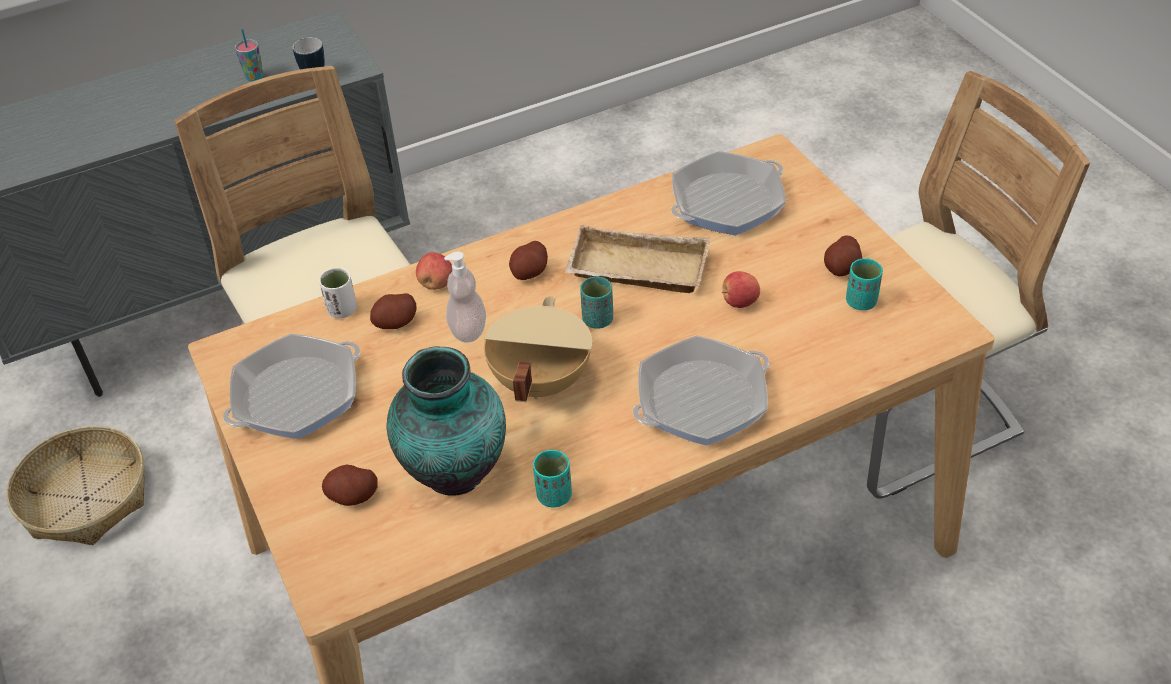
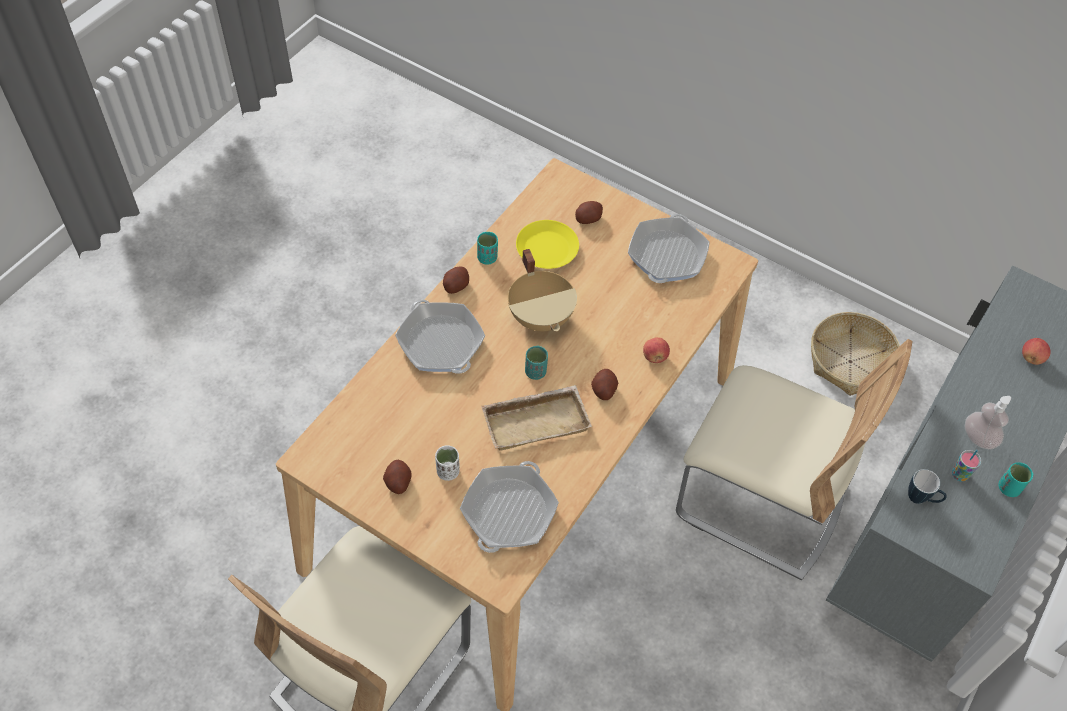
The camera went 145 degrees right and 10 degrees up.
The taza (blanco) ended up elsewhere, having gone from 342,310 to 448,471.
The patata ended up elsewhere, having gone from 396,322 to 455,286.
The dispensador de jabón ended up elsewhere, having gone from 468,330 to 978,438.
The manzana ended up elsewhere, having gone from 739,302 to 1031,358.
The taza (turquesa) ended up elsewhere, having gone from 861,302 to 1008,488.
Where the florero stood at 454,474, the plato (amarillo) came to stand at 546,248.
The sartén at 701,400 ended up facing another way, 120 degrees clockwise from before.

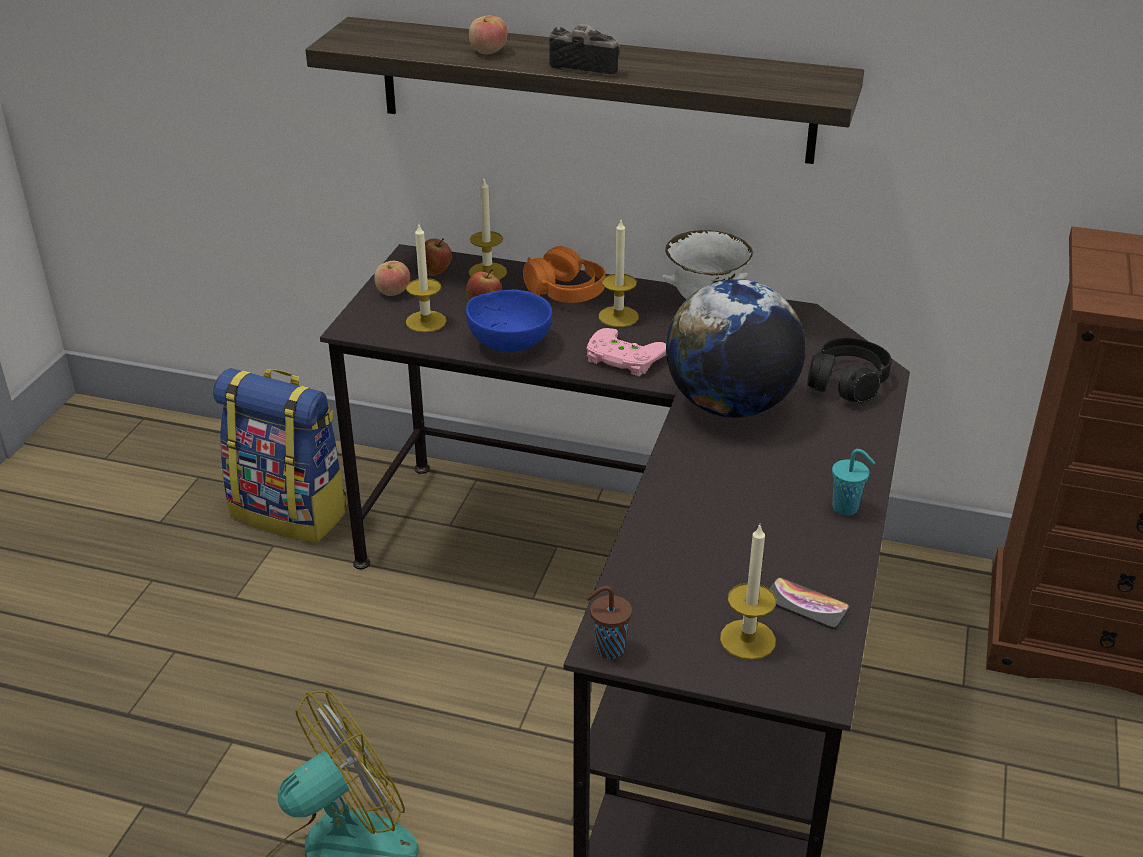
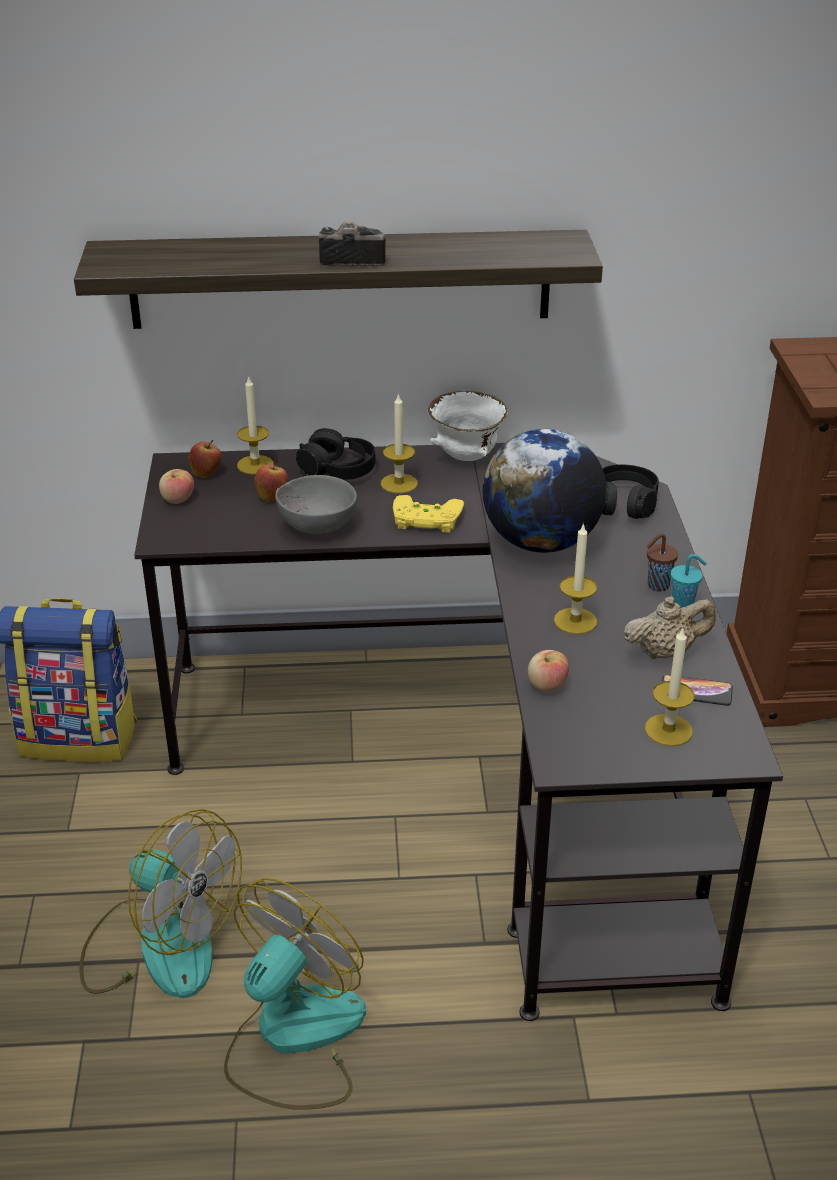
The camera went 20 degrees left and 0 degrees up.
The second view gained the ventilador at 160,945.
The second view gained the tetera (beis) at 665,652.
The vela ended up elsewhere, having gone from 426,321 to 575,621.
The manzana ended up elsewhere, having gone from 488,52 to 547,685.
The taza (marrón) ended up elsewhere, having gone from 608,649 to 656,586.
What was the cuenco (azul) at 508,342 turned into the cuenco (gris) at 315,525.
What was the auriculares (naranja) at 566,291 turned into the auriculares (negro) at 338,469.
What was the mando de consola (rosa) at 622,359 turned into the mando de consola (amarillo) at 425,520.

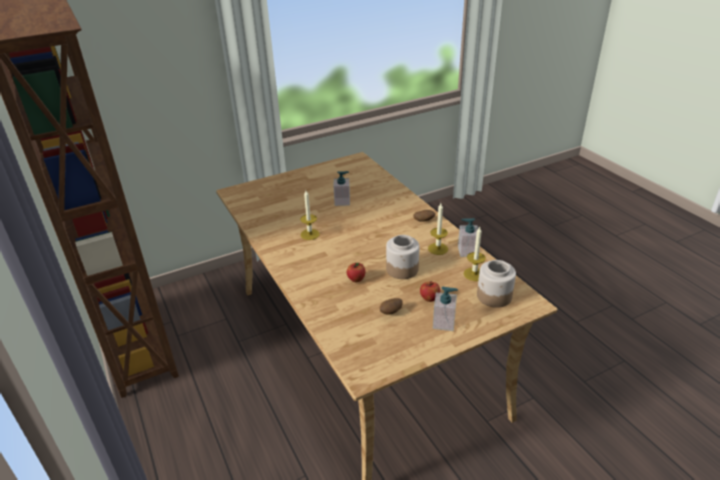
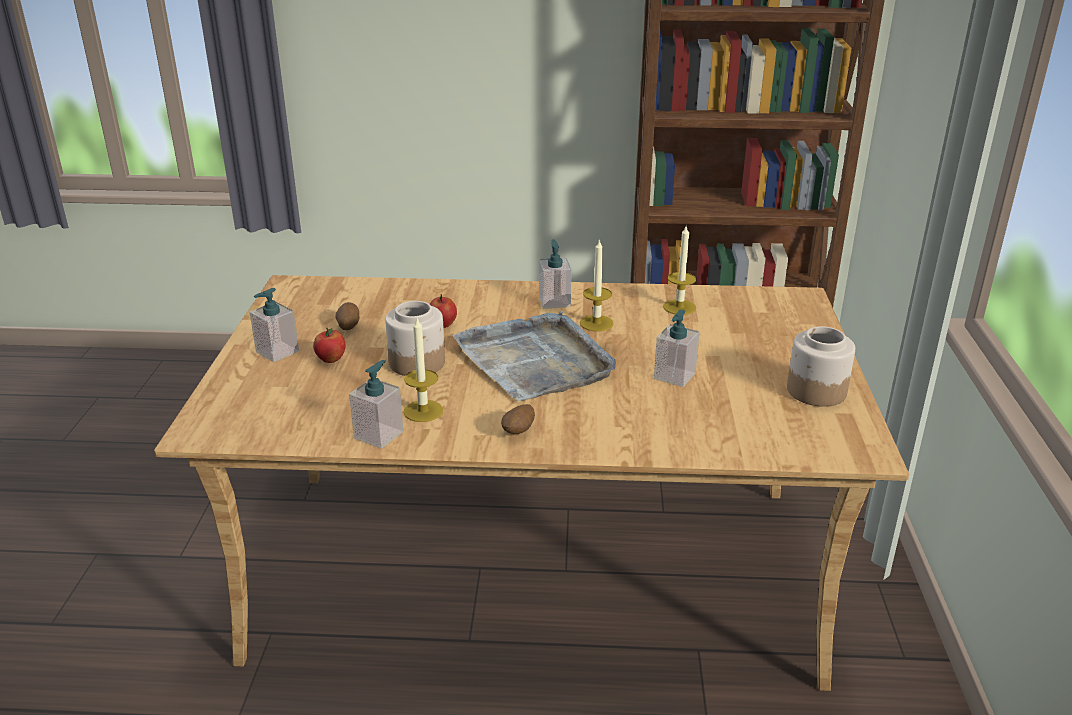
The camera went 120 degrees right and 5 degrees down.
The second view gained the bandeja (gris) at 536,360.
The second view gained the dispensador de jabón at 554,301.
The vela ended up elsewhere, having gone from 474,274 to 679,307.
The tarro ended up elsewhere, having gone from 494,296 to 815,391.

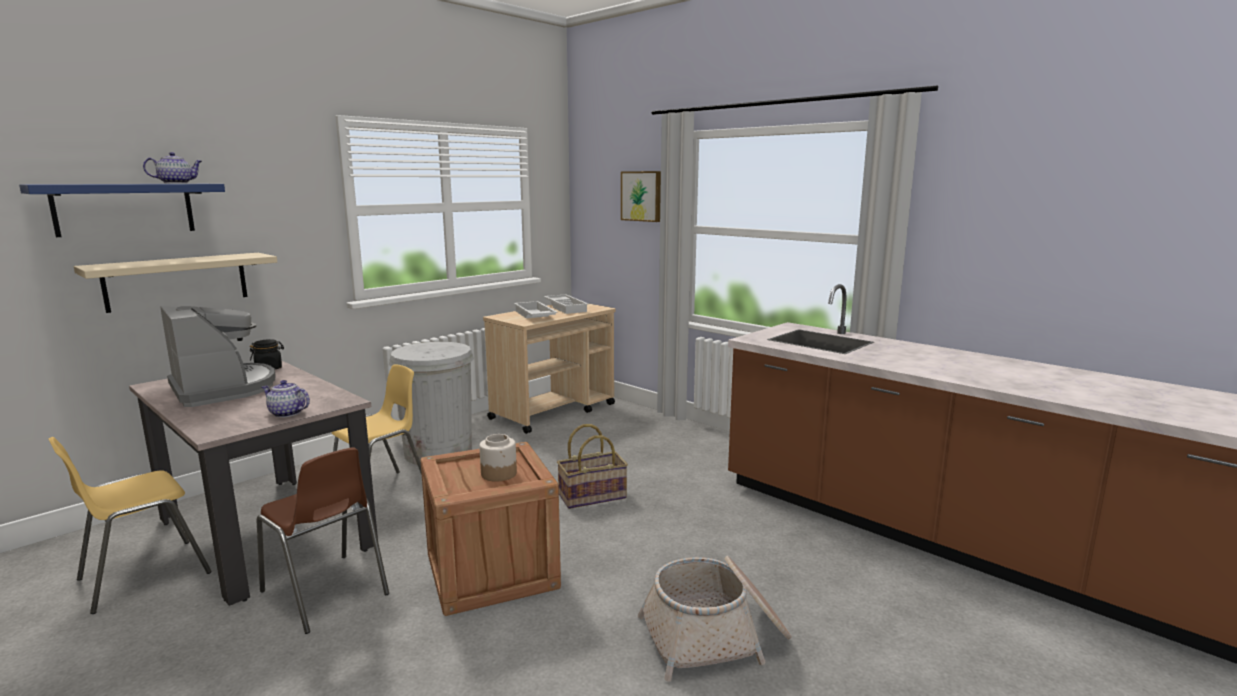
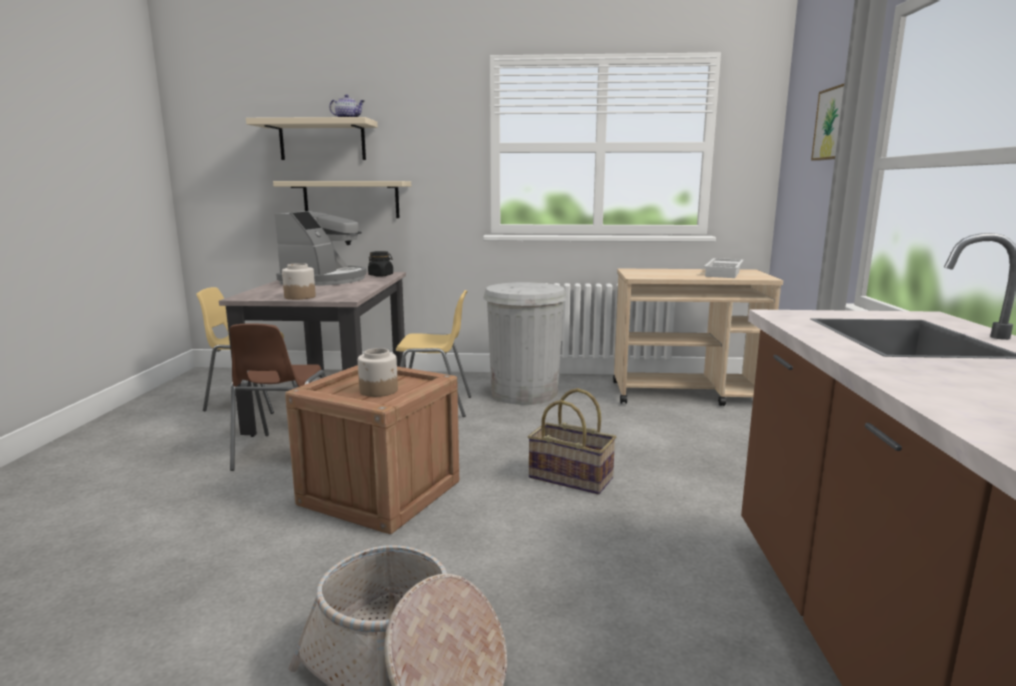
The camera went 50 degrees right and 0 degrees up.
The second view lost the bandeja (blanco) at 534,315.
Where the tetera stood at 286,413, the tarro came to stand at 299,297.
What was the estante (azul) at 124,209 turned into the estante (beis) at 322,141.

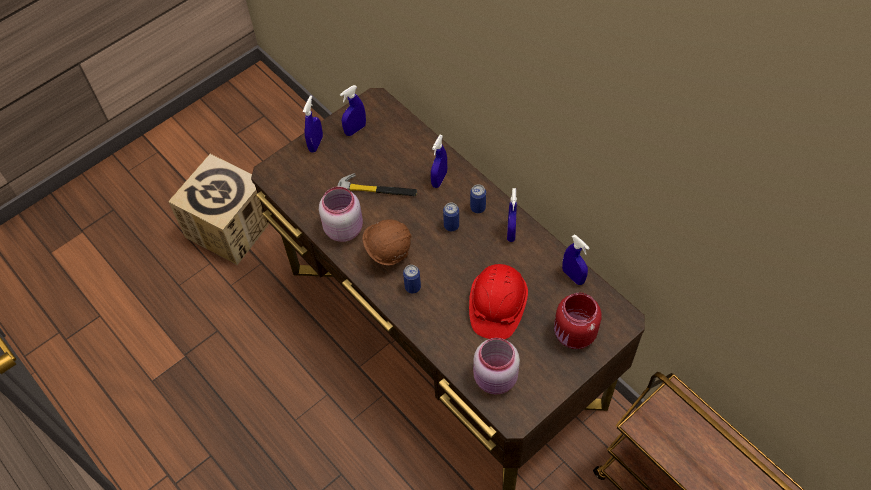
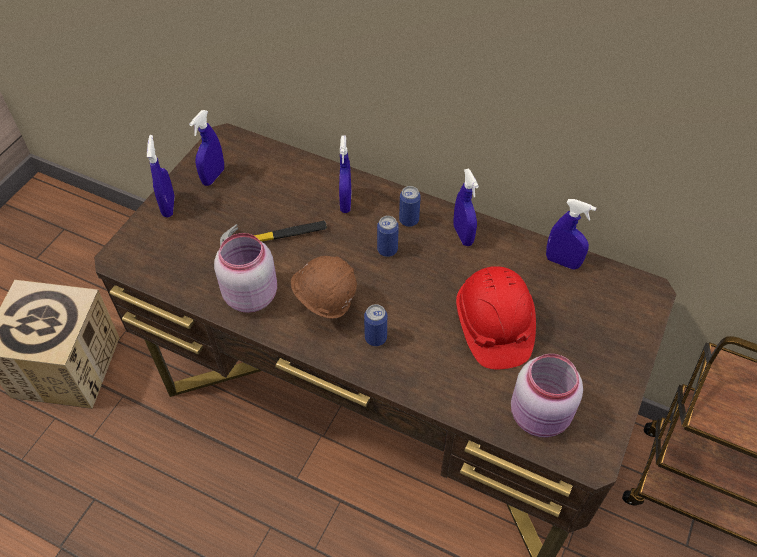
The camera went 25 degrees left and 5 degrees down.
The second view lost the tarro (rojo) at 574,335.

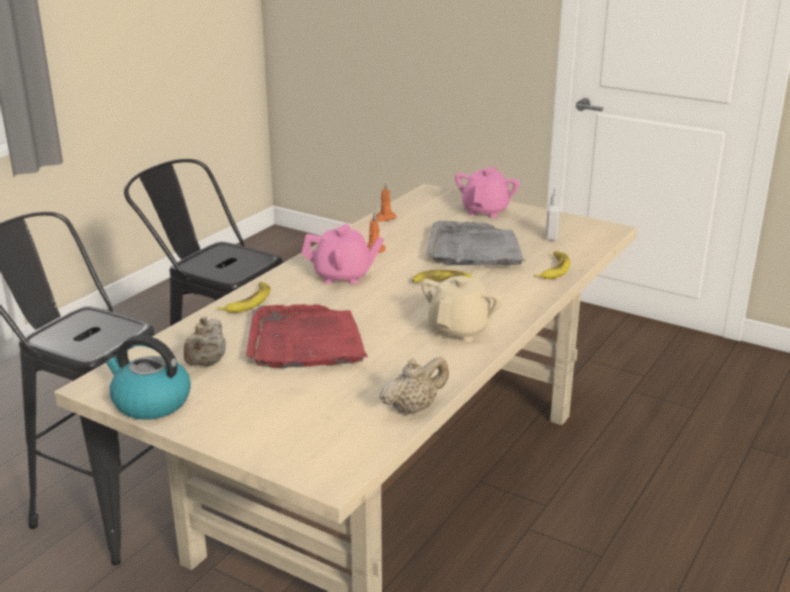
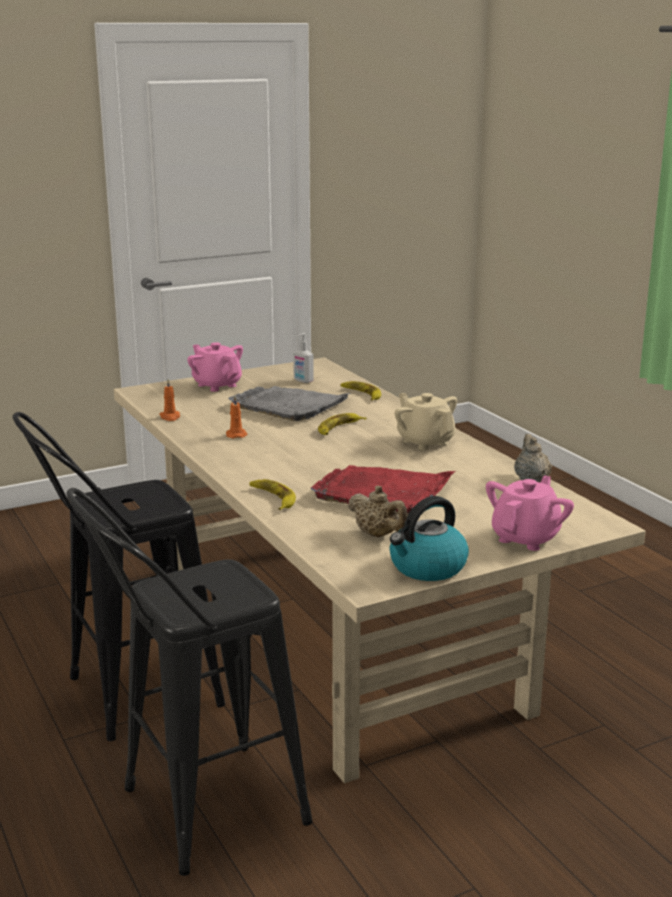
The camera went 60 degrees left and 5 degrees down.
The tetera (rosa) ended up elsewhere, having gone from 343,276 to 526,538.

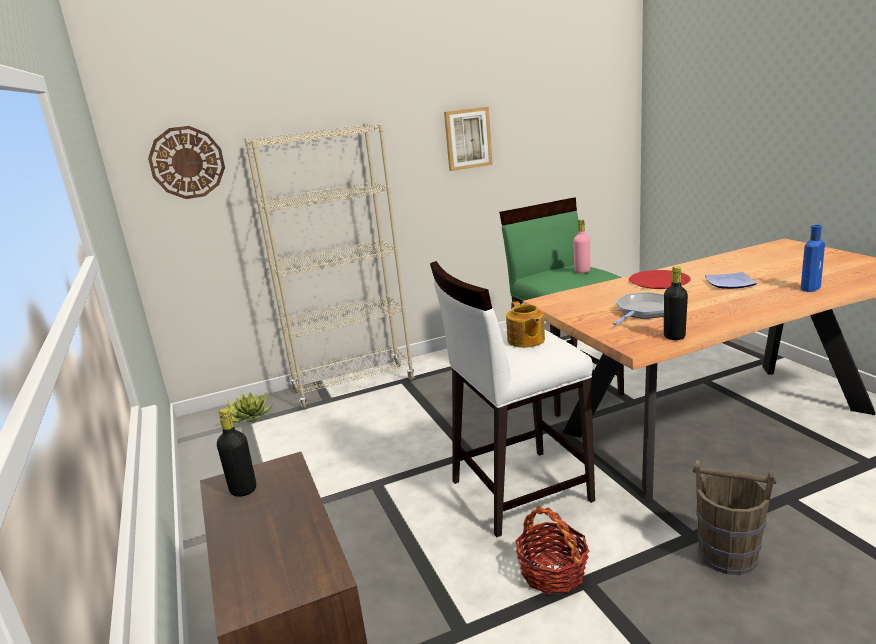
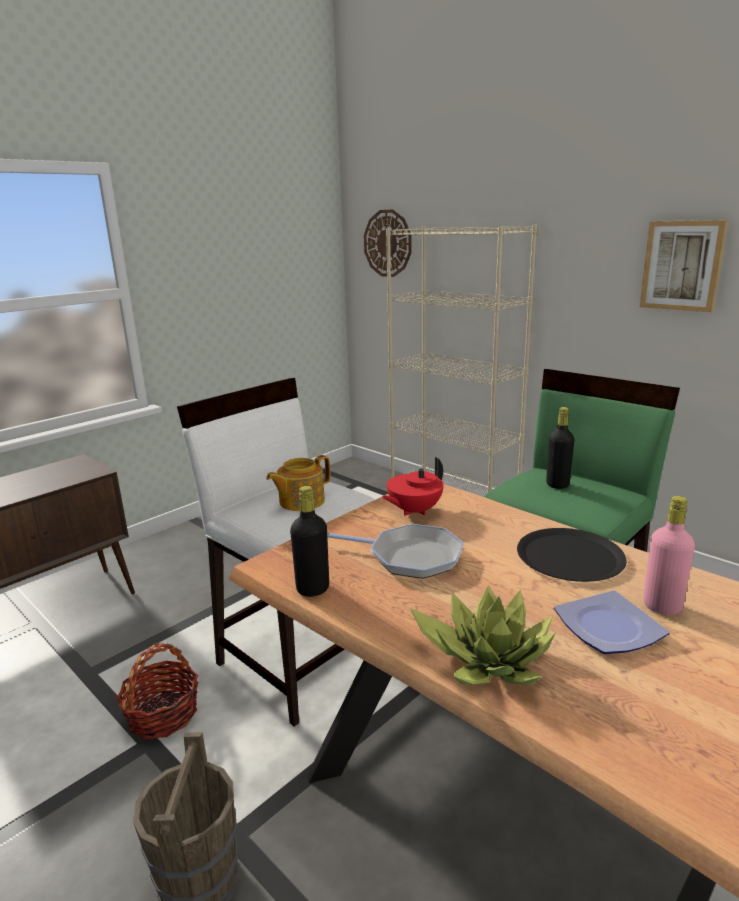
The camera went 65 degrees right and 0 degrees up.
The second view lost the botella (azul) at 811,288.
The second view gained the tetera (rojo) at 414,511.
The botella (negro) ended up elsewhere, having gone from 243,490 to 557,484.
The planta en maceta ended up elsewhere, having gone from 247,417 to 486,658.
The botella (rosa) ended up elsewhere, having gone from 582,271 to 662,606.
What was the plato (rojo) at 659,281 turned into the plato (negro) at 570,556.

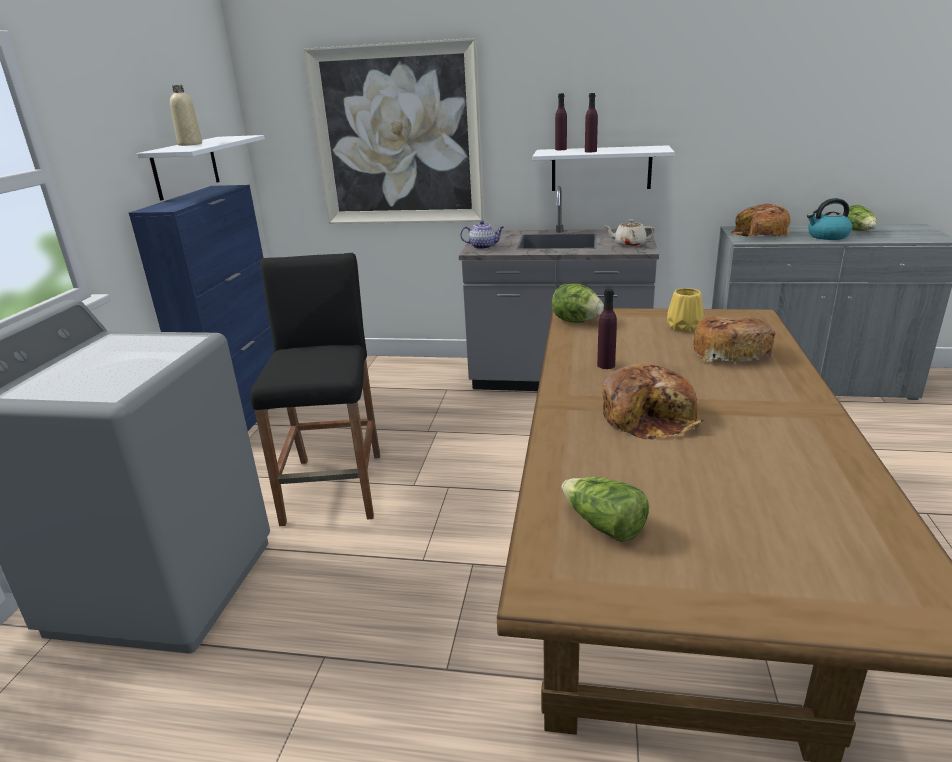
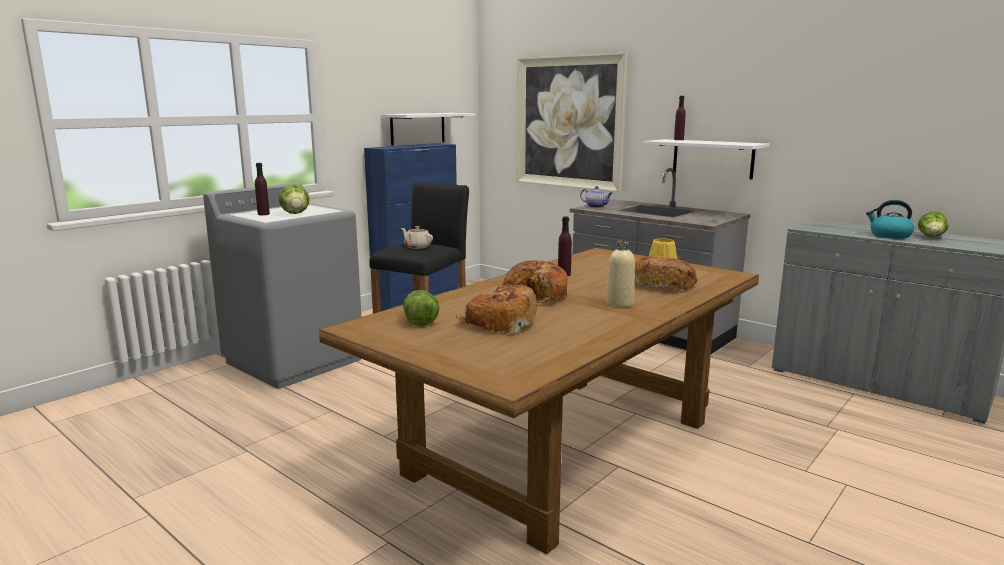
The camera went 30 degrees right and 10 degrees down.
The botella (beis) ended up elsewhere, having gone from 190,144 to 619,303.
The lechuga ended up elsewhere, having gone from 576,321 to 295,214.
The botella (morado) ended up elsewhere, having gone from 590,151 to 263,214.
The tetera (beis) ended up elsewhere, having gone from 629,244 to 417,247.
The pan ended up elsewhere, having gone from 758,233 to 499,322.

